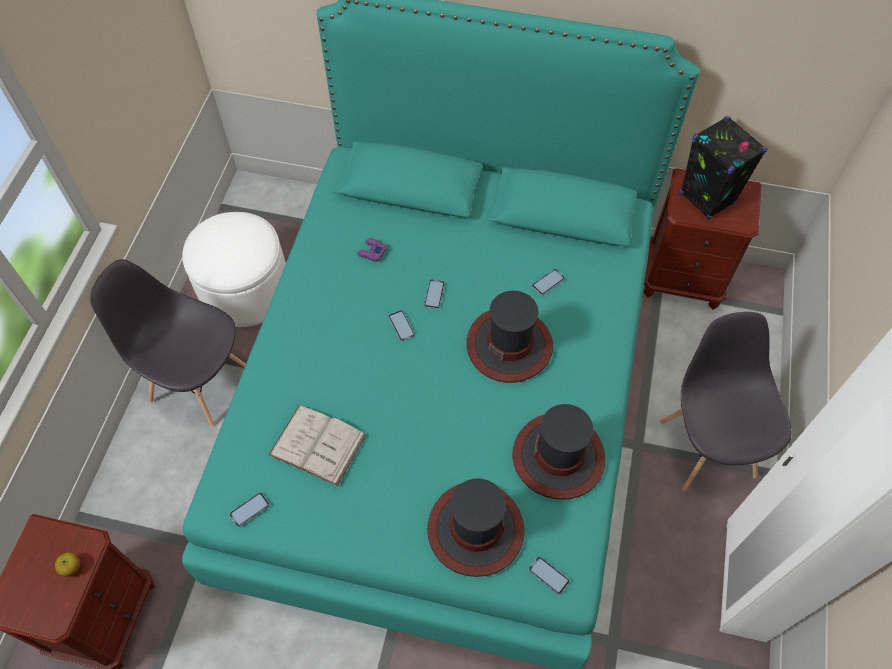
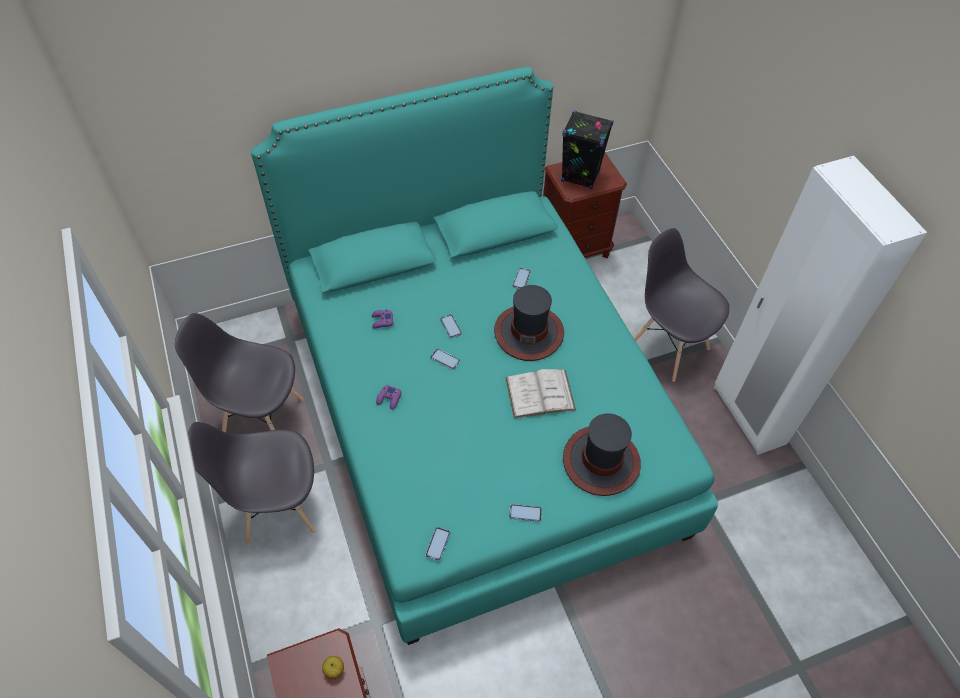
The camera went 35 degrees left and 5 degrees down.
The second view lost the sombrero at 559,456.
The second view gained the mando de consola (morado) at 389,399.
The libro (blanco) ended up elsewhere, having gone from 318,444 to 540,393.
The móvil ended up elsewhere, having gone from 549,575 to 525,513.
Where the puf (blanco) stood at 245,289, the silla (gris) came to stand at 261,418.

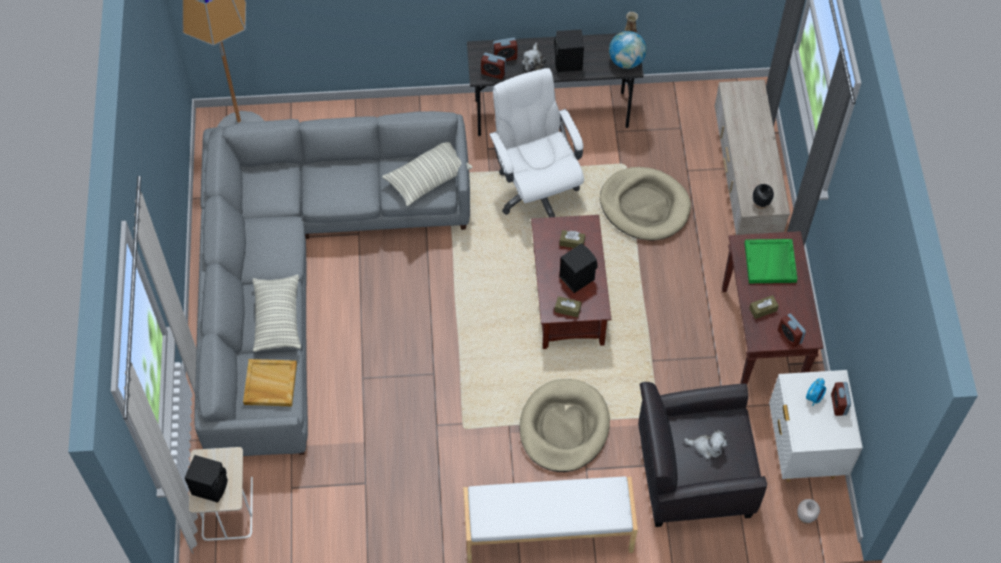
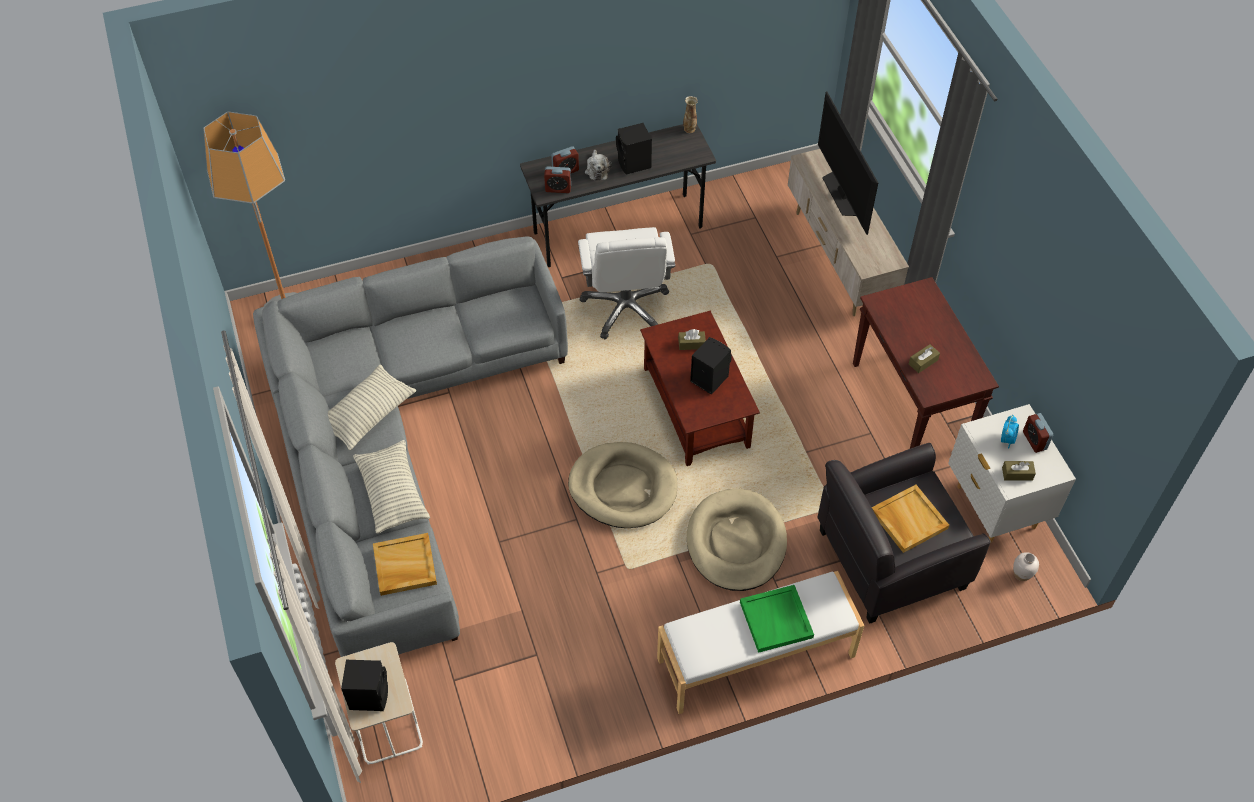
The camera went 15 degrees left and 5 degrees down.
The second view lost the globo terráqueo at 626,61.
The second view lost the florero (negro) at 760,204.
The second view lost the despertador at 789,336.
The second view gained the televisor at 843,194.
The cojín ended up elsewhere, having gone from 428,178 to 367,415.
The caja de pañuelos (marrón) ended up elsewhere, having gone from 567,309 to 1017,474.
The cama para perro (beis) ended up elsewhere, having gone from 644,206 to 623,487.
The bandeja (verde) ended up elsewhere, having gone from 770,263 to 777,620.
Where the peluche stood at 707,447, the bandeja (beis) came to stand at 908,520.
The silla de oficina (blanco) at 535,190 ended up facing another way, 150 degrees counterclockwise from before.

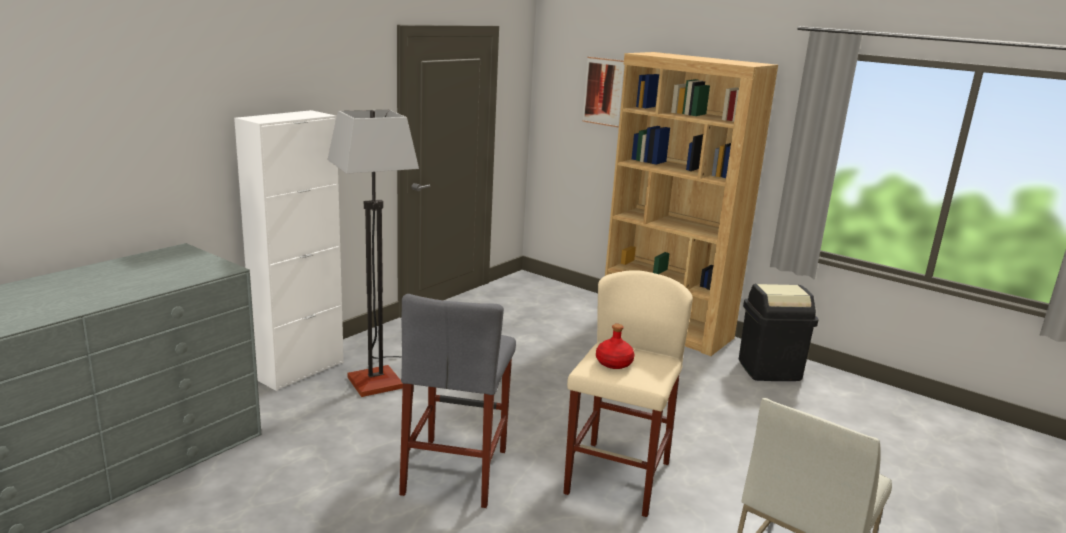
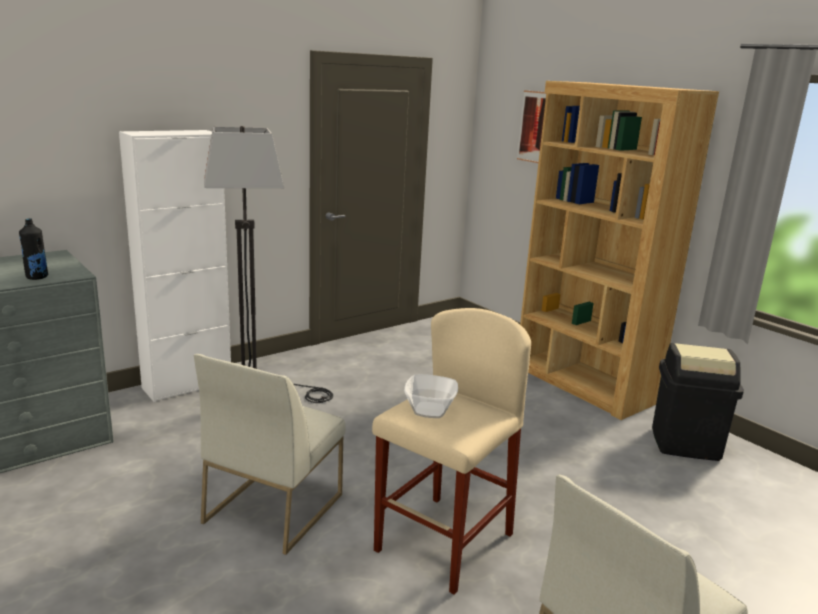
The camera went 15 degrees right and 0 degrees up.
The second view gained the botella (negro) at 36,277.
Where the taburete (gris) stood at 455,471, the silla (blanco) came to stand at 273,507.
Where the botella (rojo) stood at 613,363, the cuenco came to stand at 429,411.

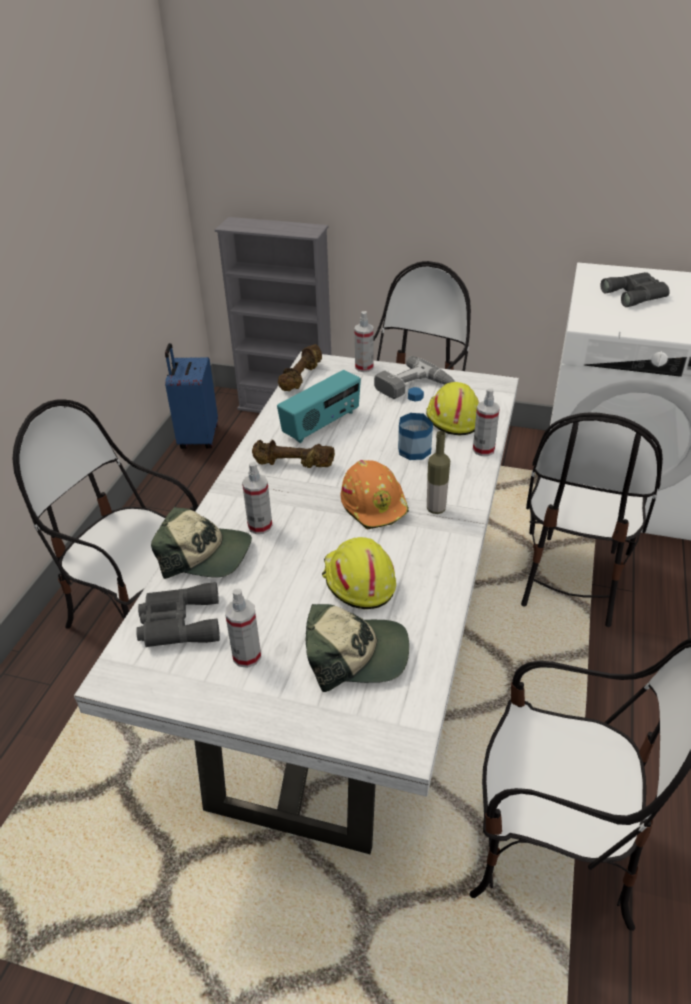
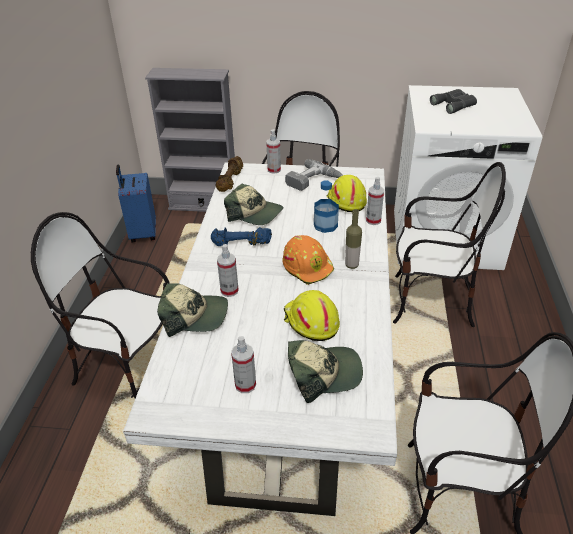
The camera went 10 degrees left and 0 degrees up.
The second view lost the prismáticos (gris) at 178,622.
Where the radio stood at 322,425, the gorra came to stand at 255,214.
What was the mancuerna (marrón) at 292,465 turned into the mancuerna (azul) at 241,244.
The silla at 571,575 ended up facing another way, 90 degrees counterclockwise from before.

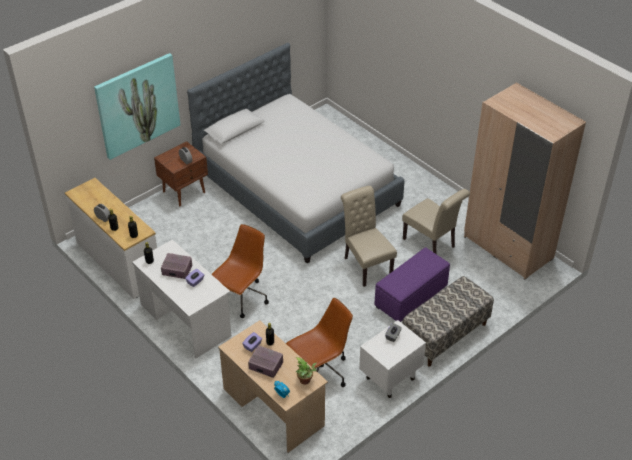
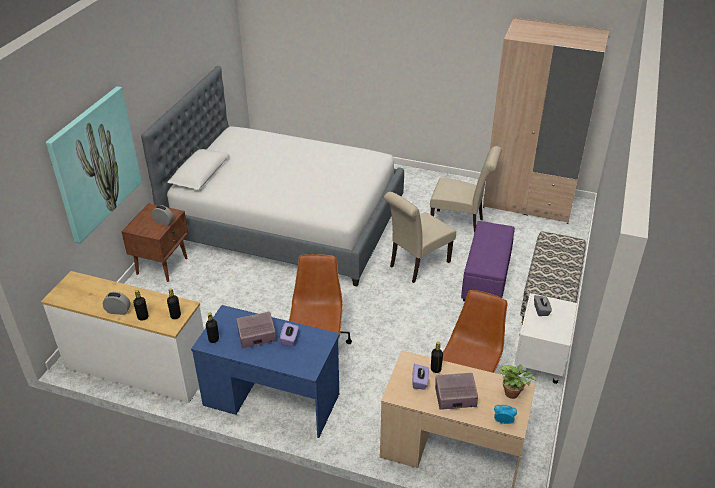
The camera went 30 degrees left and 5 degrees down.
What was the escritorio (blanco) at 185,320 turned into the escritorio (azul) at 271,399.
The silla (beis) at 365,265 ended up facing another way, 75 degrees counterclockwise from before.

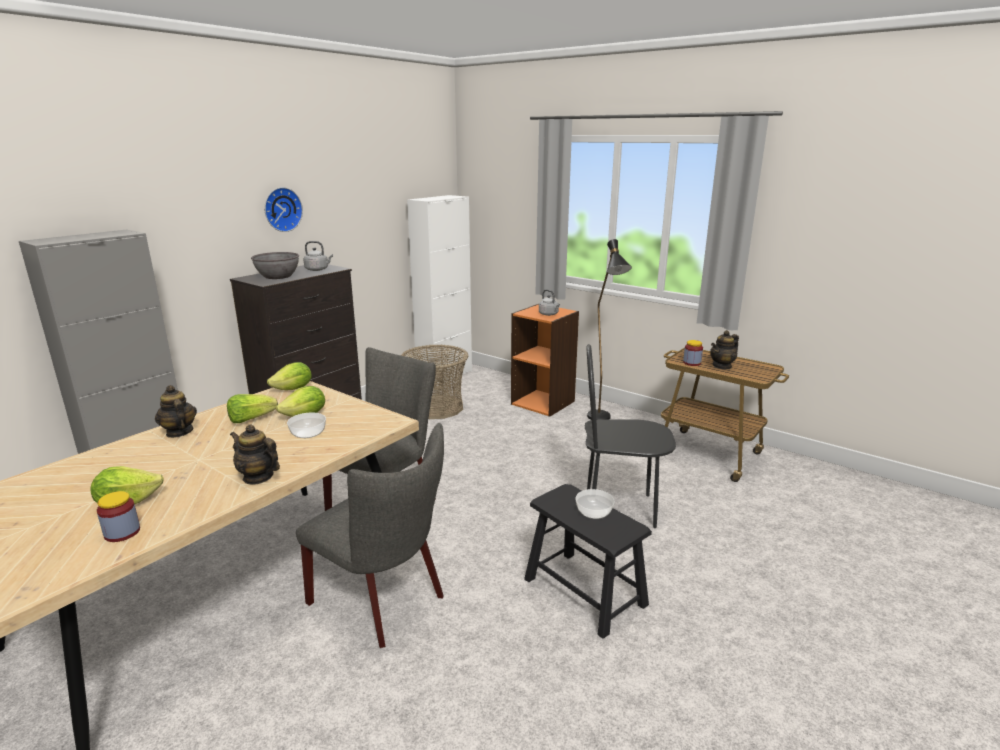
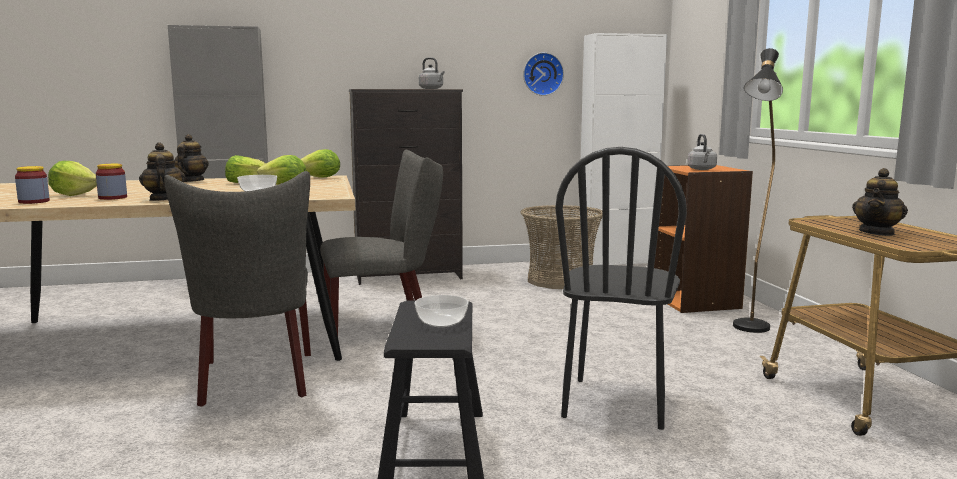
The camera went 40 degrees right and 10 degrees down.
The second view lost the cuenco (gris) at 278,276.
The reloj de pared ended up elsewhere, having gone from 281,209 to 542,74.
The tarro ended up elsewhere, having gone from 692,363 to 112,198.
The silla (negro) at 619,509 ended up facing another way, 120 degrees counterclockwise from before.
The tetera at 722,366 ended up facing another way, 60 degrees counterclockwise from before.

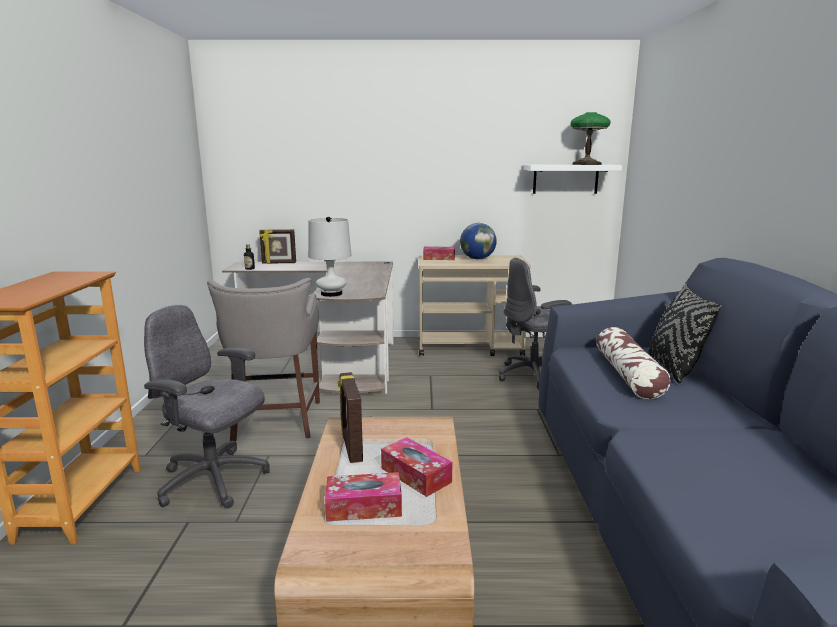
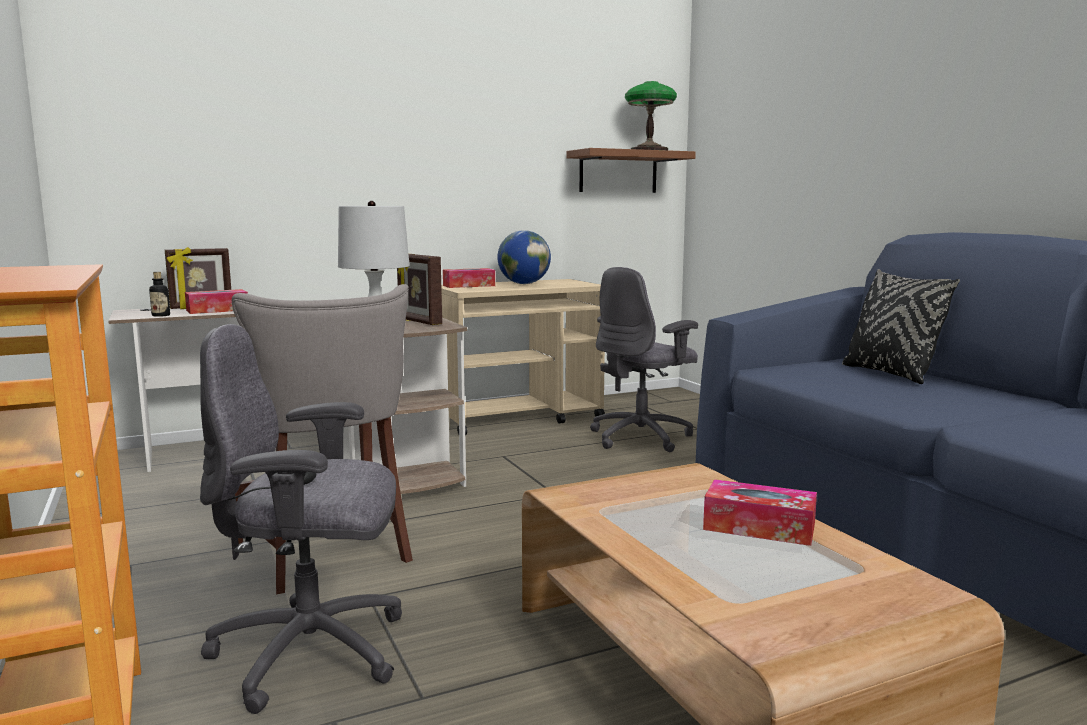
The camera went 25 degrees left and 5 degrees down.
The second view lost the cojín at 628,375.
The caja de pañuelos ended up elsewhere, having gone from 364,507 to 217,310.
The portarretratos ended up elsewhere, having gone from 351,446 to 418,322.
What was the estante (blanco) at 565,179 turned into the estante (marrón) at 618,172.

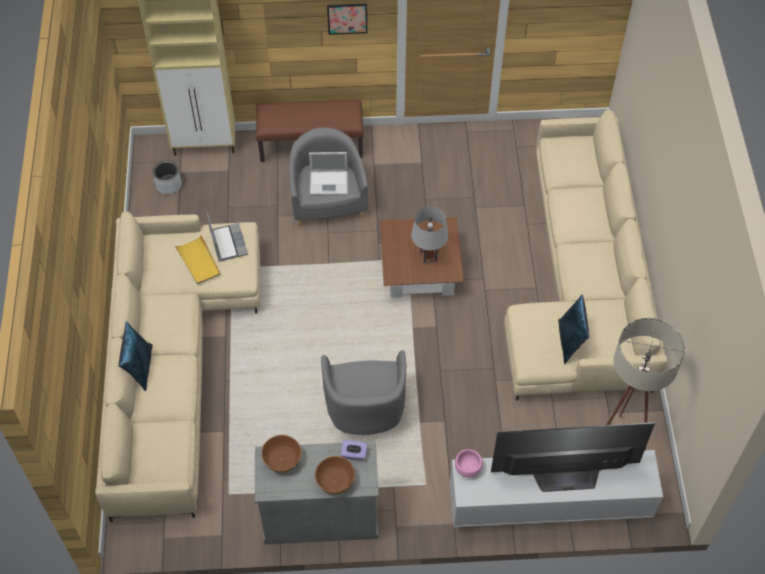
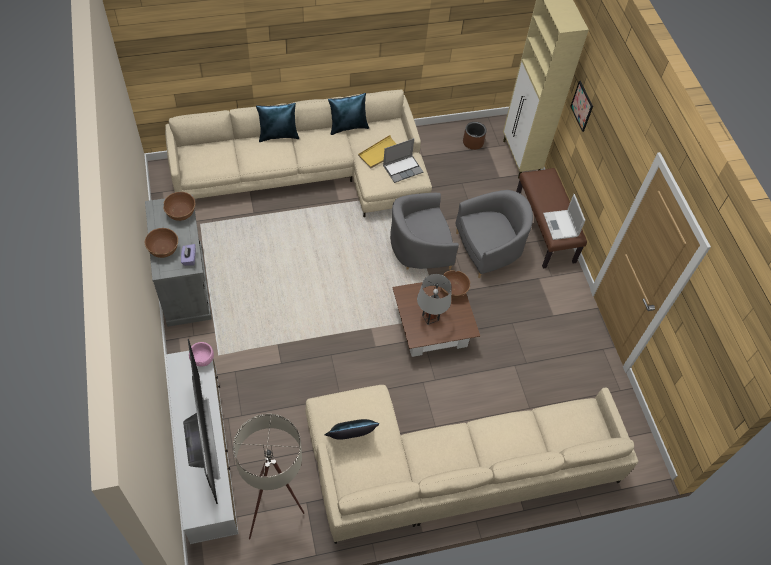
The camera went 75 degrees right and 0 degrees up.
The second view gained the cojín (azul) at 348,127.
The second view gained the cuenco (marrón) at 453,290.
The portátil ended up elsewhere, having gone from 329,182 to 561,225.
The sillón (gris) ended up elsewhere, having gone from 365,408 to 419,249.
The cuadro ended up elsewhere, having gone from 347,18 to 582,106.
What was the maceta (gris) at 168,184 turned into the maceta (marrón) at 473,142.

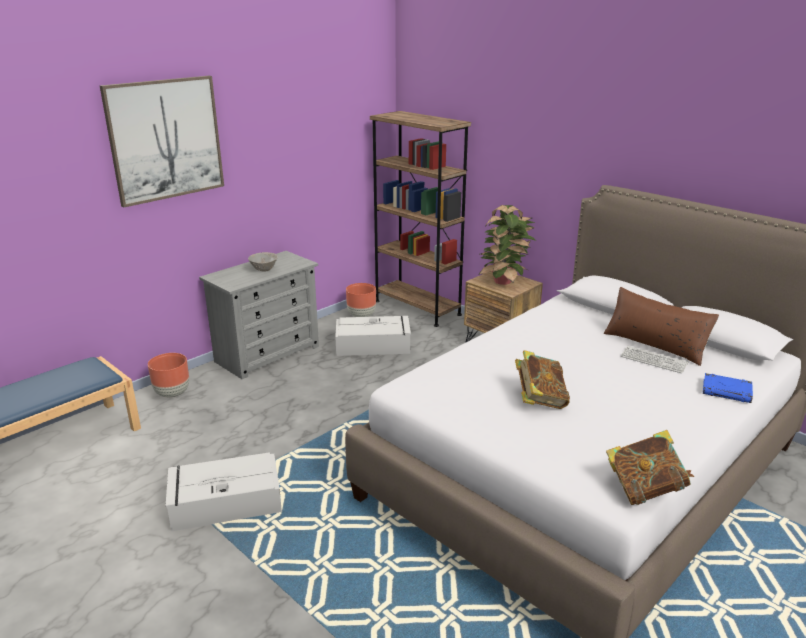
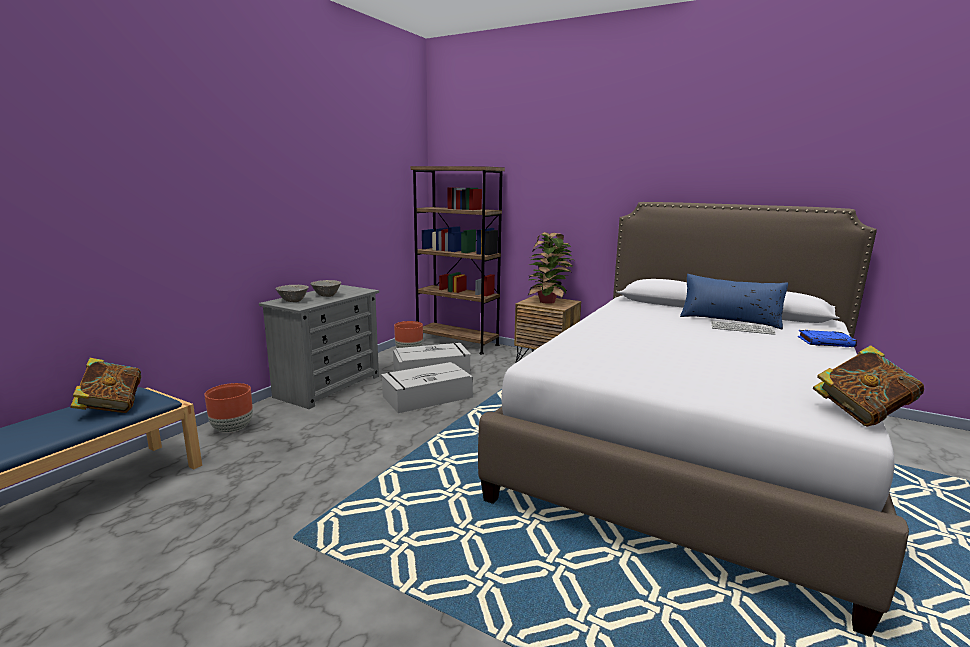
The camera went 15 degrees left and 10 degrees down.
The second view lost the cuadro at 165,139.
The second view gained the cuenco (gris) at 293,301.
The caja de almacenaje (gris) ended up elsewhere, having gone from 224,502 to 426,397.
The libro ended up elsewhere, having gone from 539,400 to 111,407.
What was the cojín (marrón) at 655,344 turned into the cojín (azul) at 729,320.

